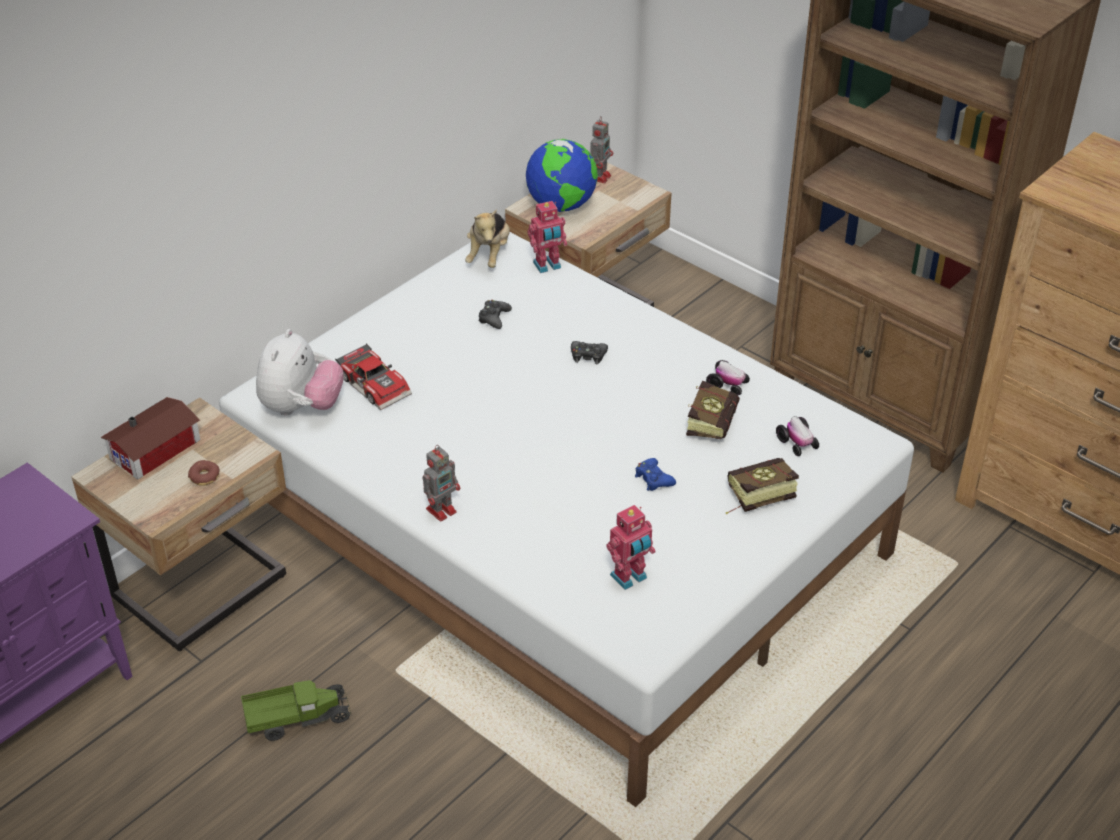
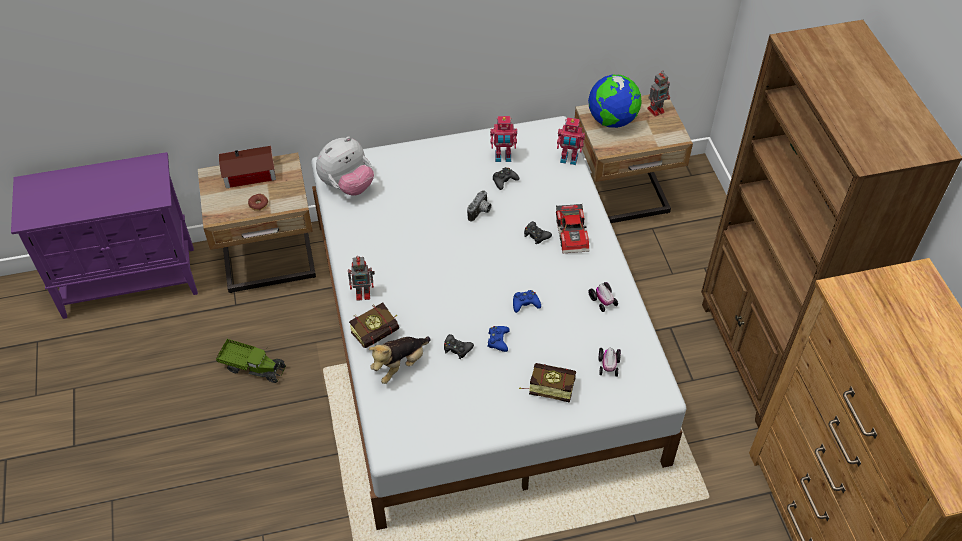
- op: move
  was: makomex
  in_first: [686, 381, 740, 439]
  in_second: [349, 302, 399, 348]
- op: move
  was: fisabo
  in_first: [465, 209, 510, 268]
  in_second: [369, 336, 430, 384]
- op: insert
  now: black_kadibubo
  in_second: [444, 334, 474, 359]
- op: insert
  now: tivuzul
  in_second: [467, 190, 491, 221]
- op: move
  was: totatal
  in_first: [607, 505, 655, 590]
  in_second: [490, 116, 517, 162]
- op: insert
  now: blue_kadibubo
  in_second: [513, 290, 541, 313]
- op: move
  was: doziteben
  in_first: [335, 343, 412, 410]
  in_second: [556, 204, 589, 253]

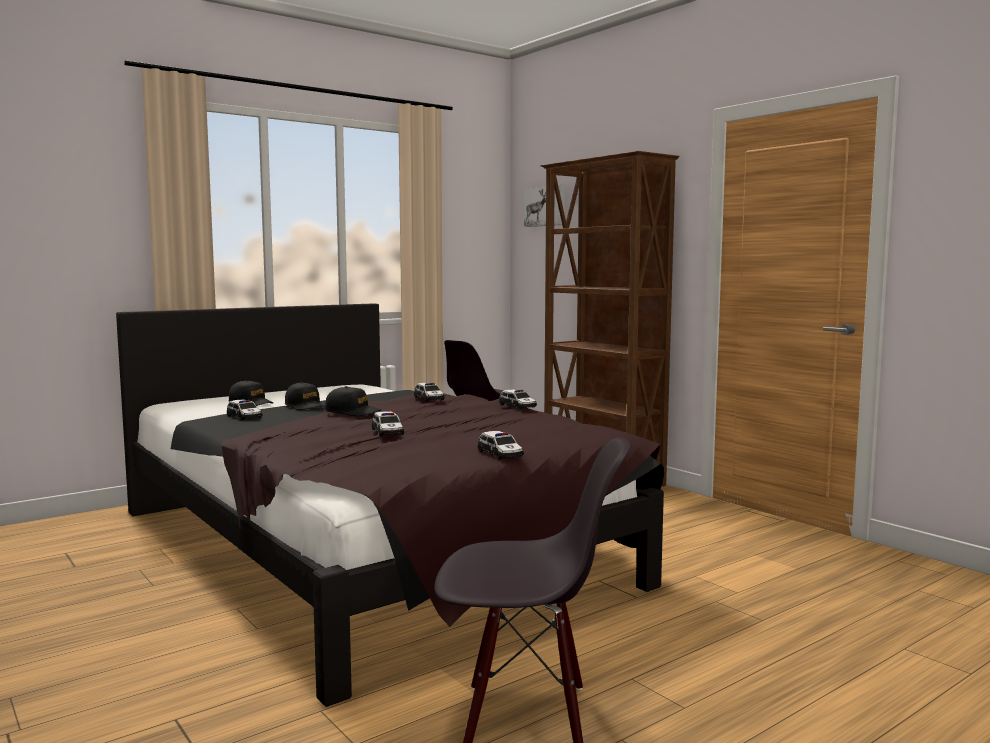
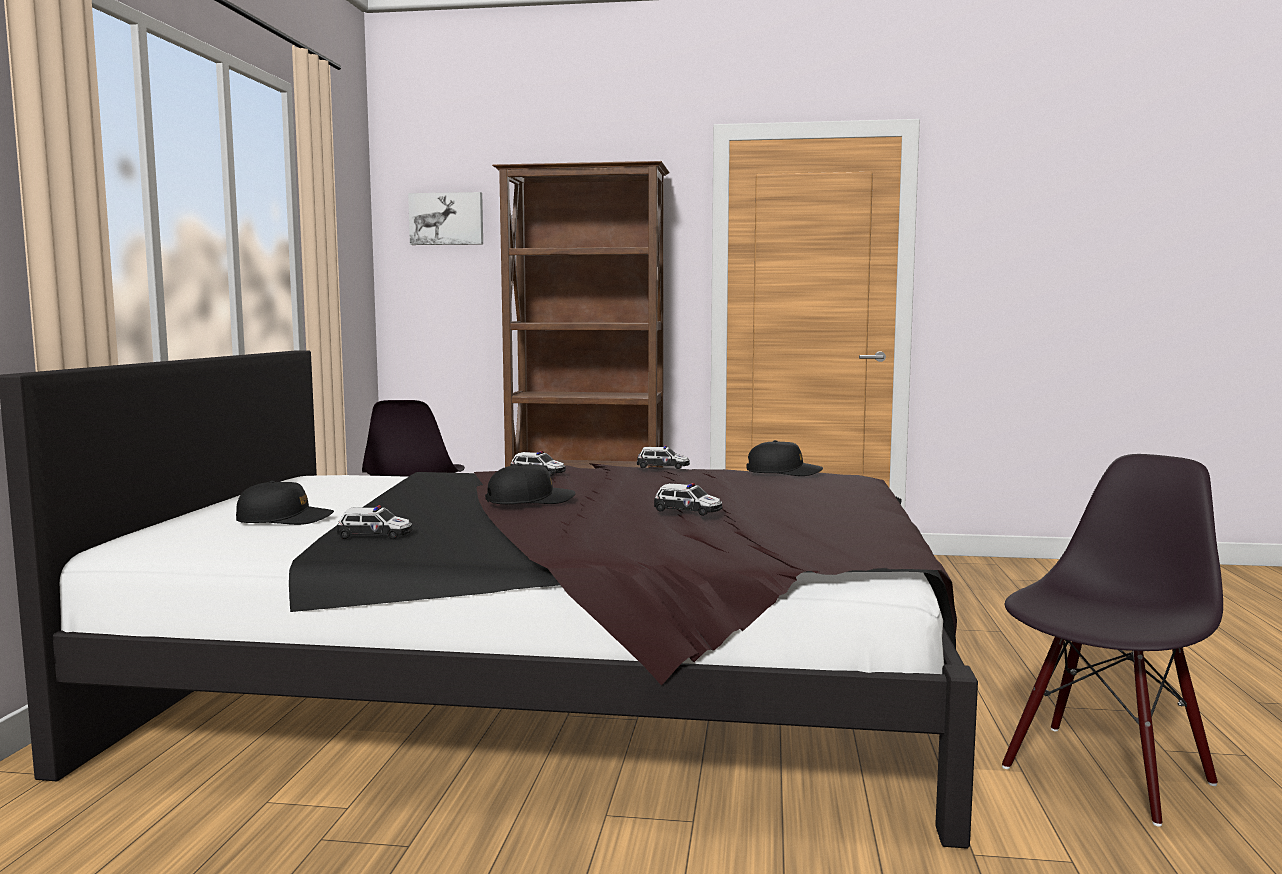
- op: move
  was: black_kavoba
  in_first: [285, 382, 325, 410]
  in_second: [747, 440, 823, 476]
- op: delete
  was: doziteben
  in_first: [478, 431, 524, 460]

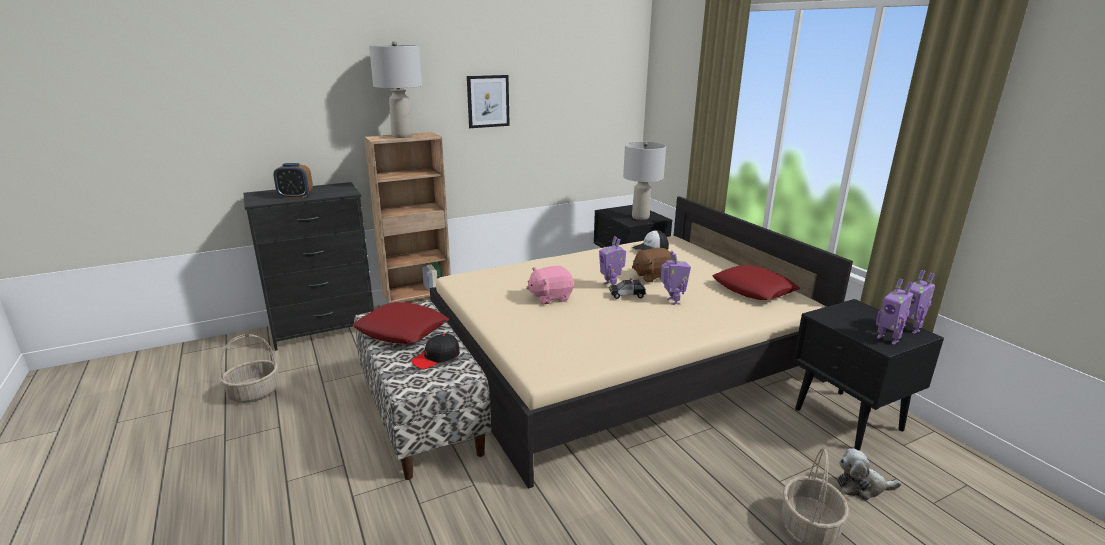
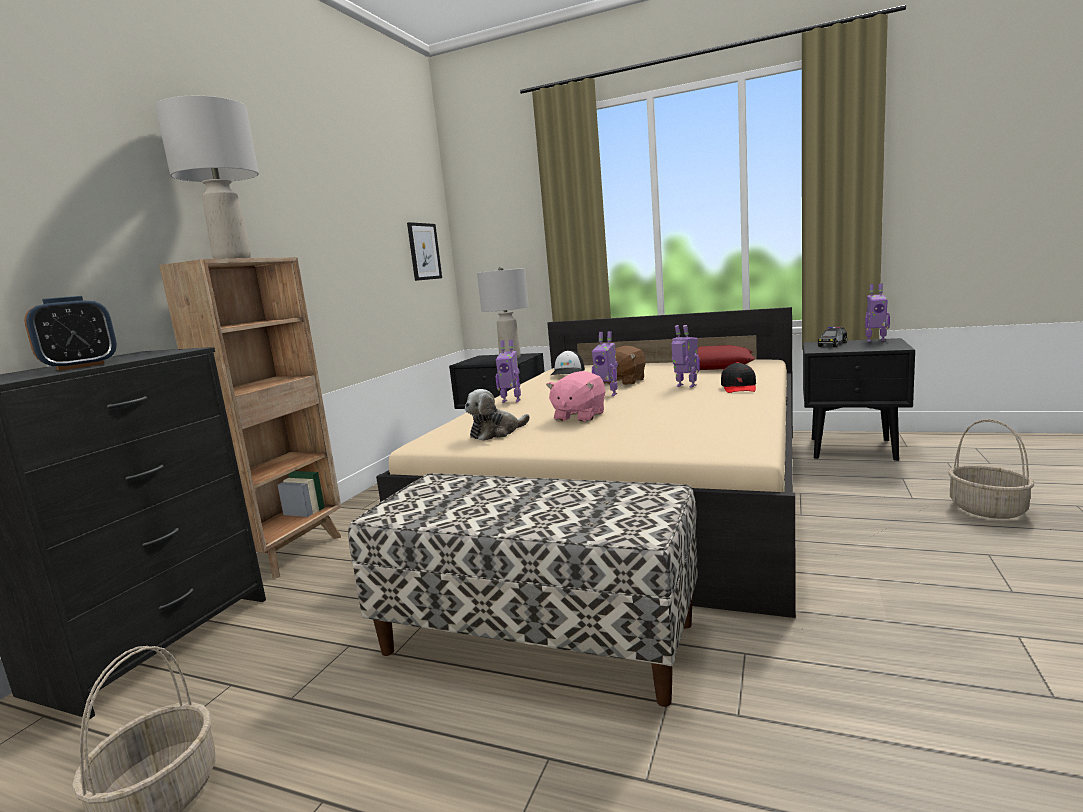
- op: move
  was: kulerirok
  in_first: [467, 75, 510, 128]
  in_second: [407, 222, 442, 281]
- op: move
  was: fisabo
  in_first: [837, 448, 902, 500]
  in_second: [465, 389, 530, 441]
- op: move
  was: totatal
  in_first: [876, 278, 913, 344]
  in_second: [496, 340, 521, 403]
- op: move
  was: black_kavoba
  in_first: [411, 334, 460, 369]
  in_second: [721, 362, 756, 393]
- op: move
  was: doziteben
  in_first: [609, 278, 646, 299]
  in_second: [818, 327, 847, 347]
- op: delete
  was: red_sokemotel
  in_first: [352, 302, 449, 344]

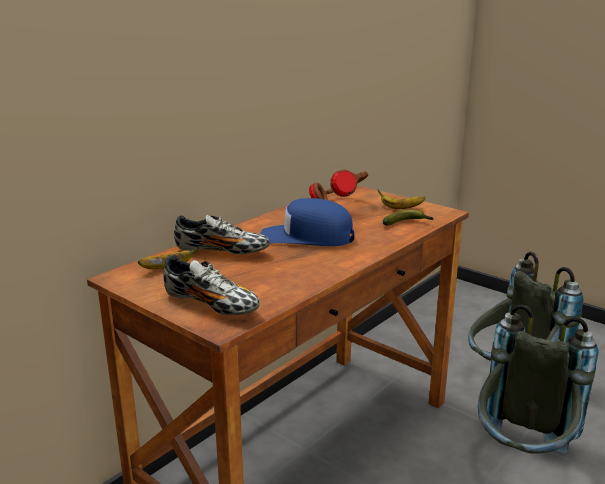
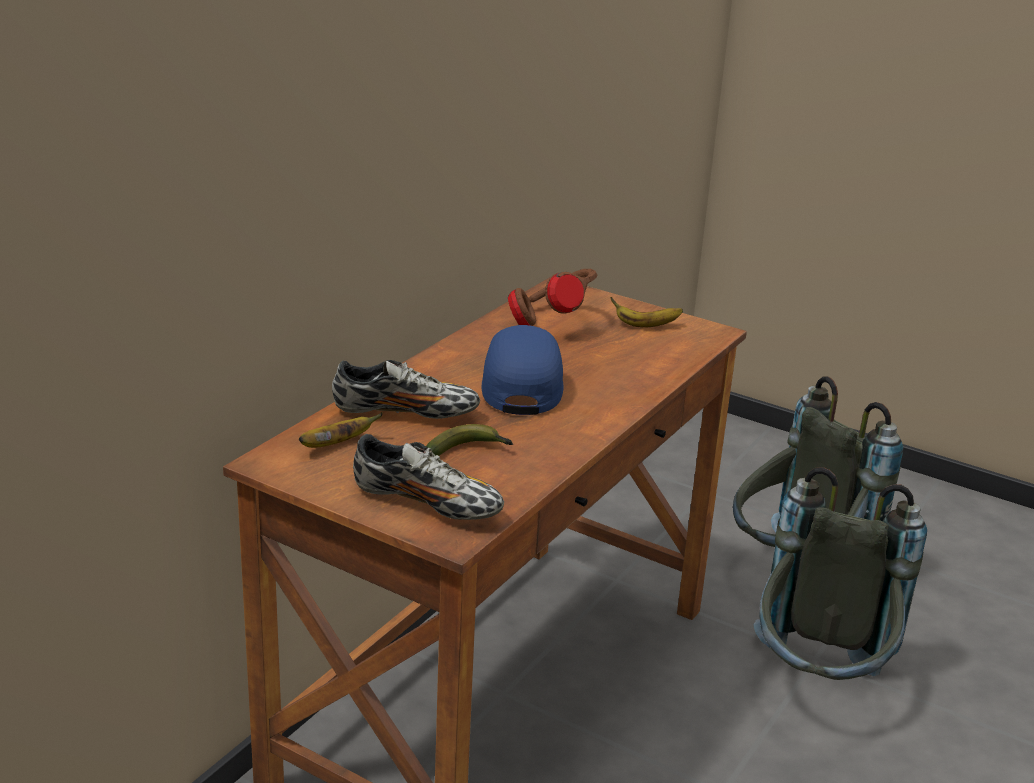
- op: move
  was: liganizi
  in_first: [383, 209, 434, 225]
  in_second: [426, 424, 514, 456]
- op: rotate
  was: blue_kavoba
  in_first: [260, 198, 354, 246]
  in_second: [482, 325, 564, 415]
  clockwise: 90

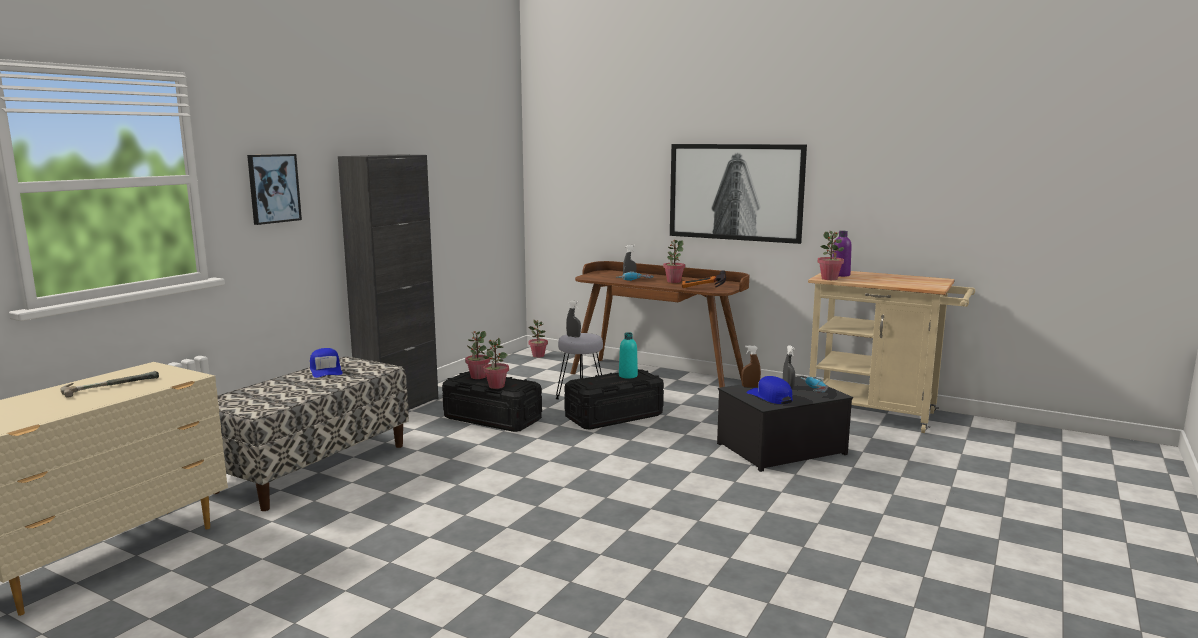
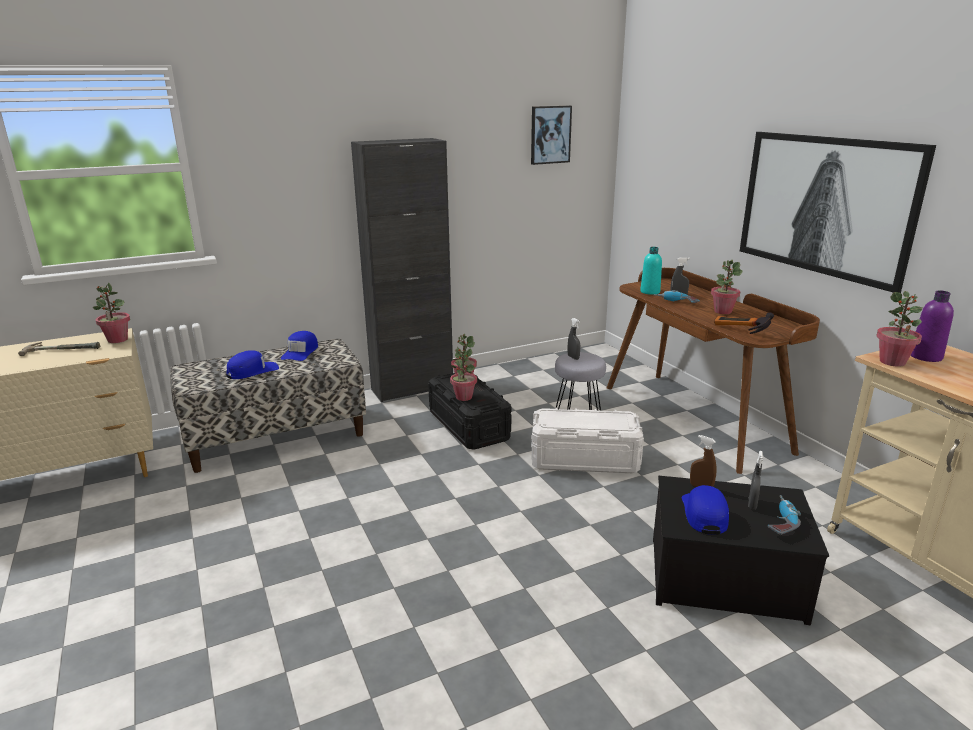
- op: move
  was: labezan
  in_first: [528, 320, 548, 358]
  in_second: [93, 283, 130, 343]
- op: insert
  now: blue_kavoba
  in_second: [226, 350, 279, 379]
- op: move
  was: kulerirok
  in_first: [247, 154, 302, 225]
  in_second: [531, 106, 572, 165]
- op: recolor
  was: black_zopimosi
  now: white_zopimosi
  in_first: [564, 369, 664, 430]
  in_second: [531, 408, 644, 473]
- op: move
  was: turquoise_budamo
  in_first: [619, 332, 638, 379]
  in_second: [640, 247, 662, 295]

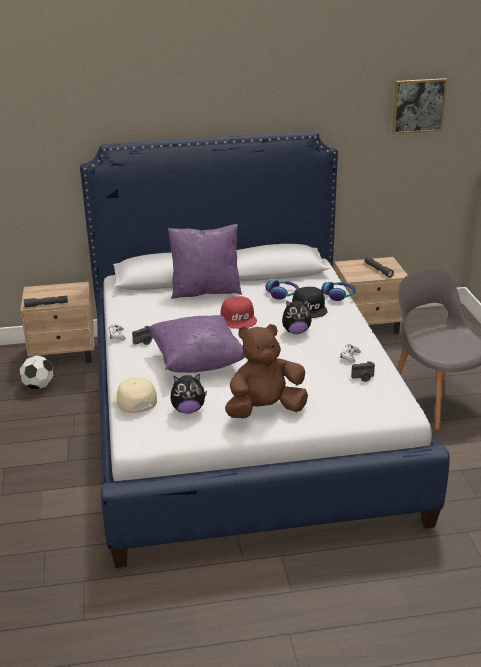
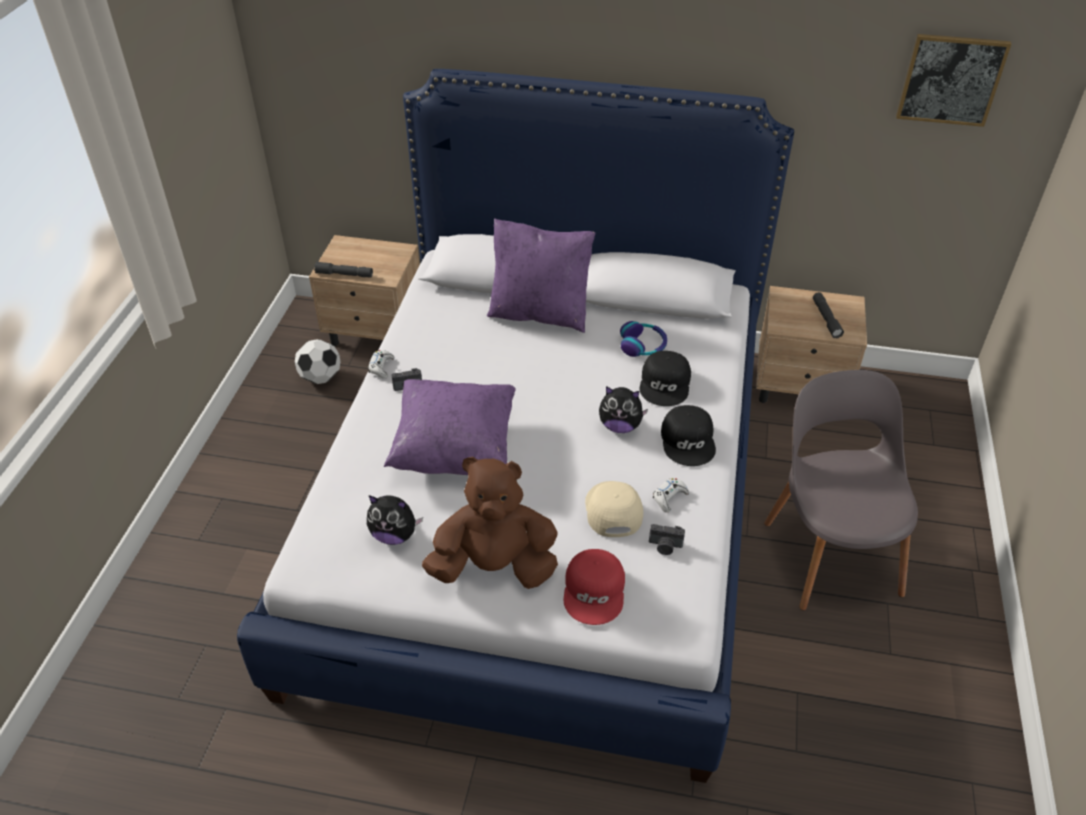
- op: move
  was: red_kavoba
  in_first: [221, 296, 257, 329]
  in_second: [563, 549, 625, 625]
- op: move
  was: beige_kavoba
  in_first: [113, 377, 157, 413]
  in_second: [585, 481, 643, 537]
- op: insert
  now: black_kavoba
  in_second: [661, 405, 716, 466]
- op: delete
  was: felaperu
  in_first: [321, 282, 356, 301]

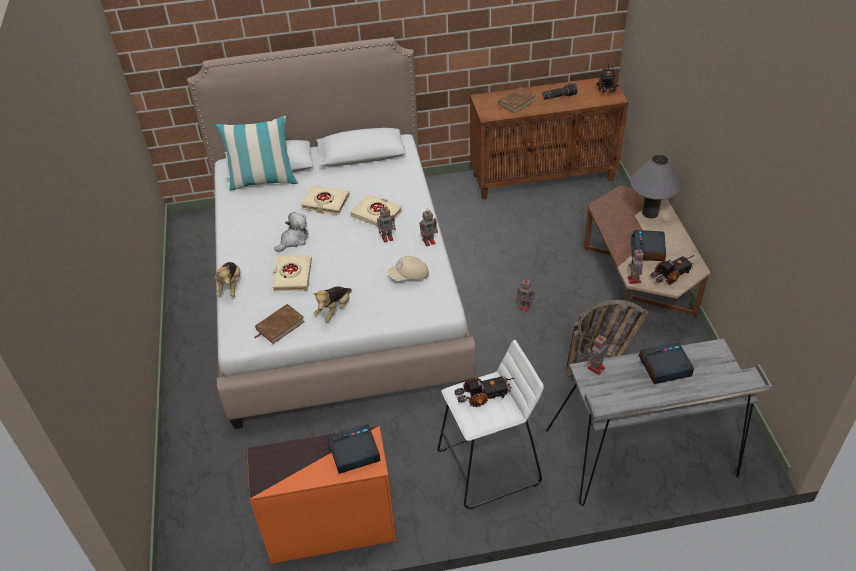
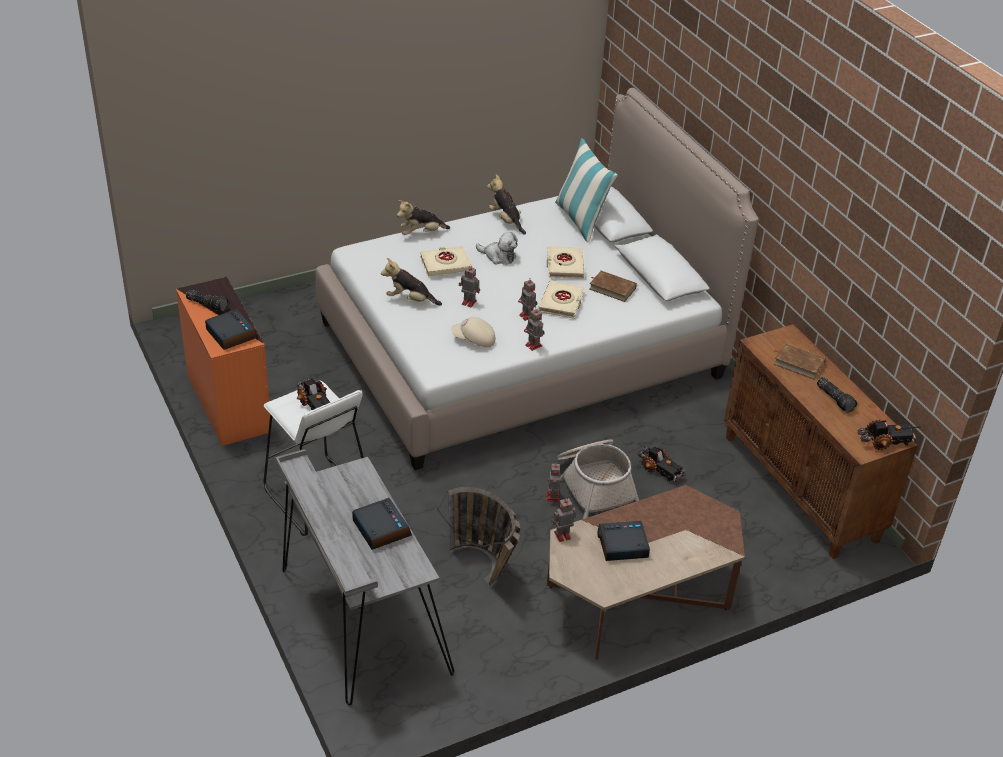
- op: insert
  now: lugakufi
  in_second: [186, 290, 229, 312]
- op: rotate
  was: beige_kavoba
  in_first: [388, 256, 429, 281]
  in_second: [451, 317, 495, 347]
  clockwise: -45
- op: move
  was: totatal
  in_first: [587, 335, 607, 375]
  in_second: [459, 265, 480, 307]
- op: insert
  now: fisabo
  in_second: [487, 174, 526, 235]
- op: insert
  now: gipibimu
  in_second: [557, 439, 639, 519]
- op: move
  was: brown_makomex
  in_first: [255, 304, 305, 344]
  in_second: [589, 271, 637, 302]
- op: move
  was: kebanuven
  in_first: [650, 255, 694, 285]
  in_second: [637, 446, 686, 482]
- op: delete
  was: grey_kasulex
  in_first: [630, 154, 682, 219]

